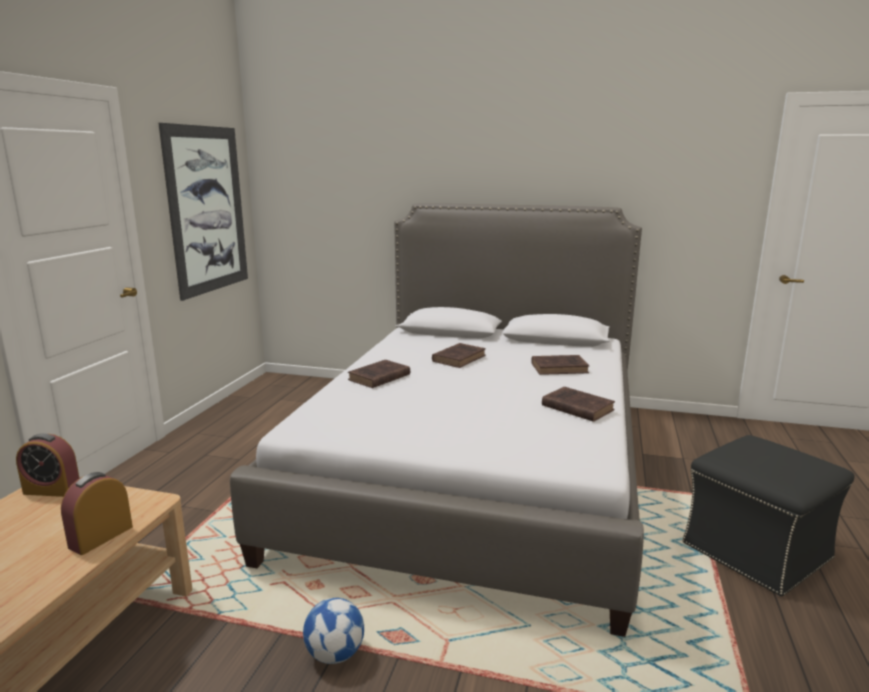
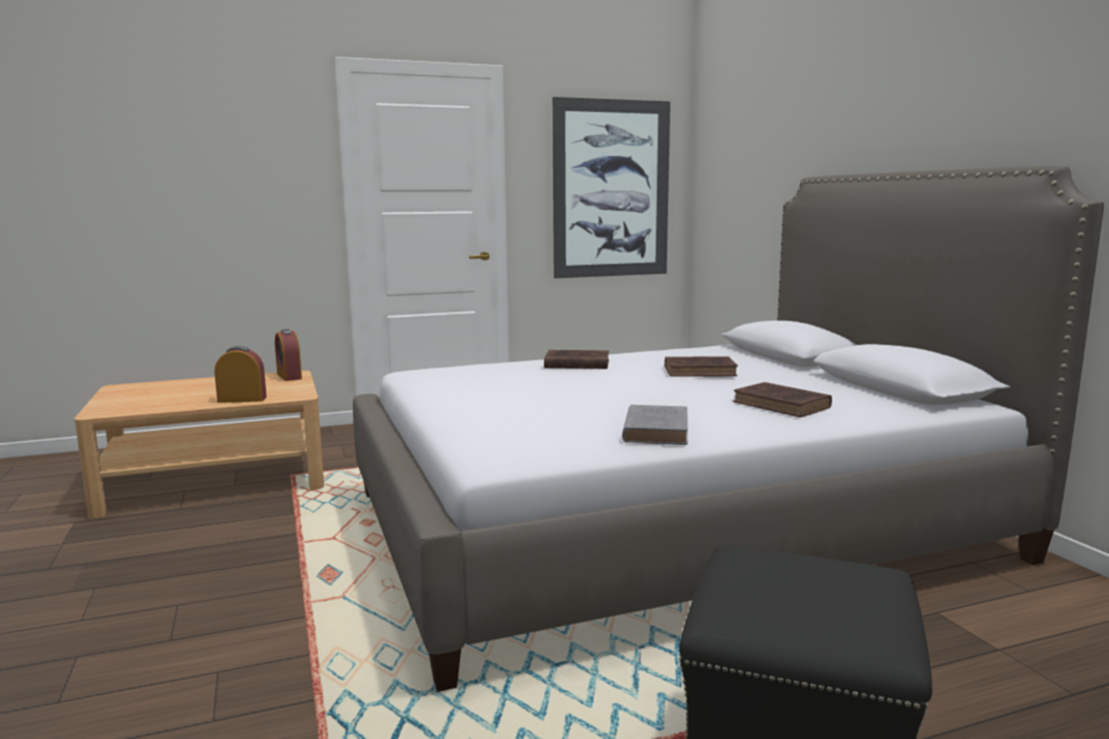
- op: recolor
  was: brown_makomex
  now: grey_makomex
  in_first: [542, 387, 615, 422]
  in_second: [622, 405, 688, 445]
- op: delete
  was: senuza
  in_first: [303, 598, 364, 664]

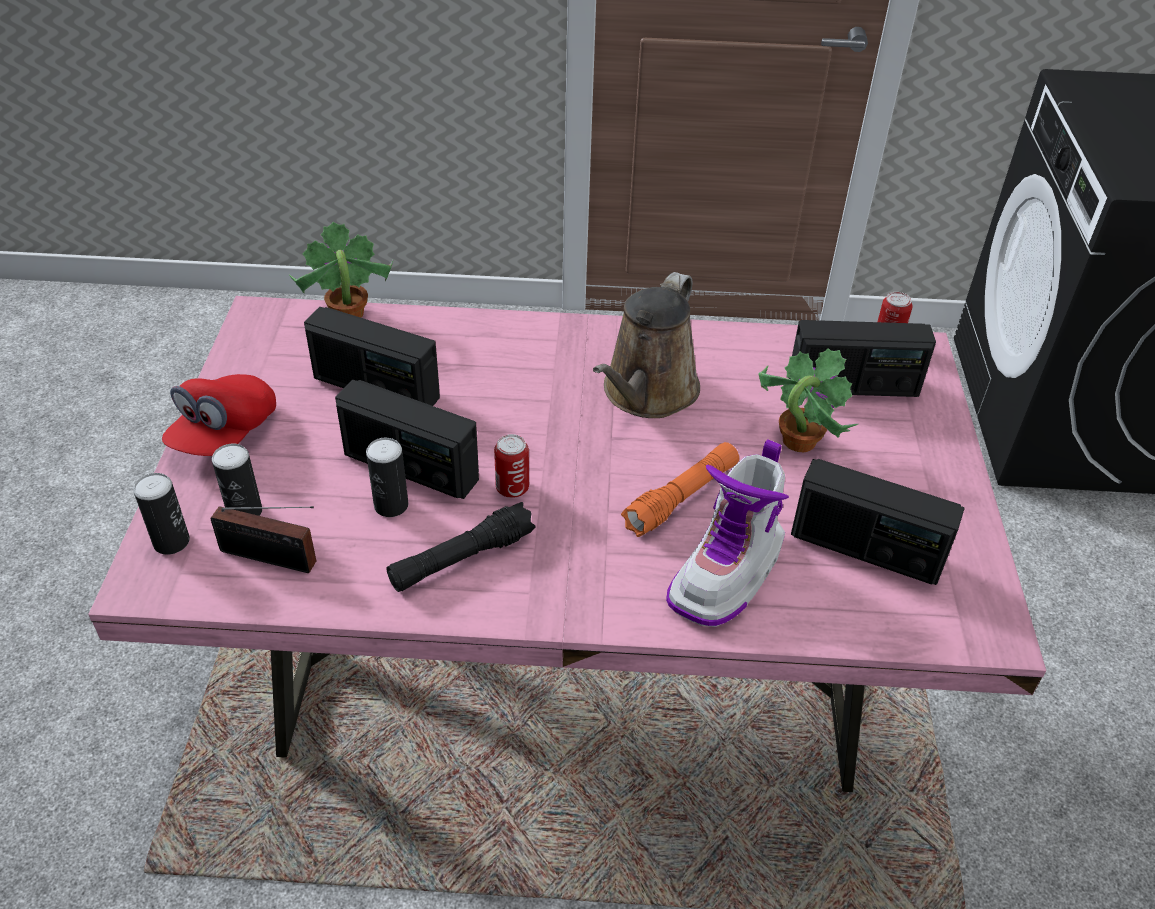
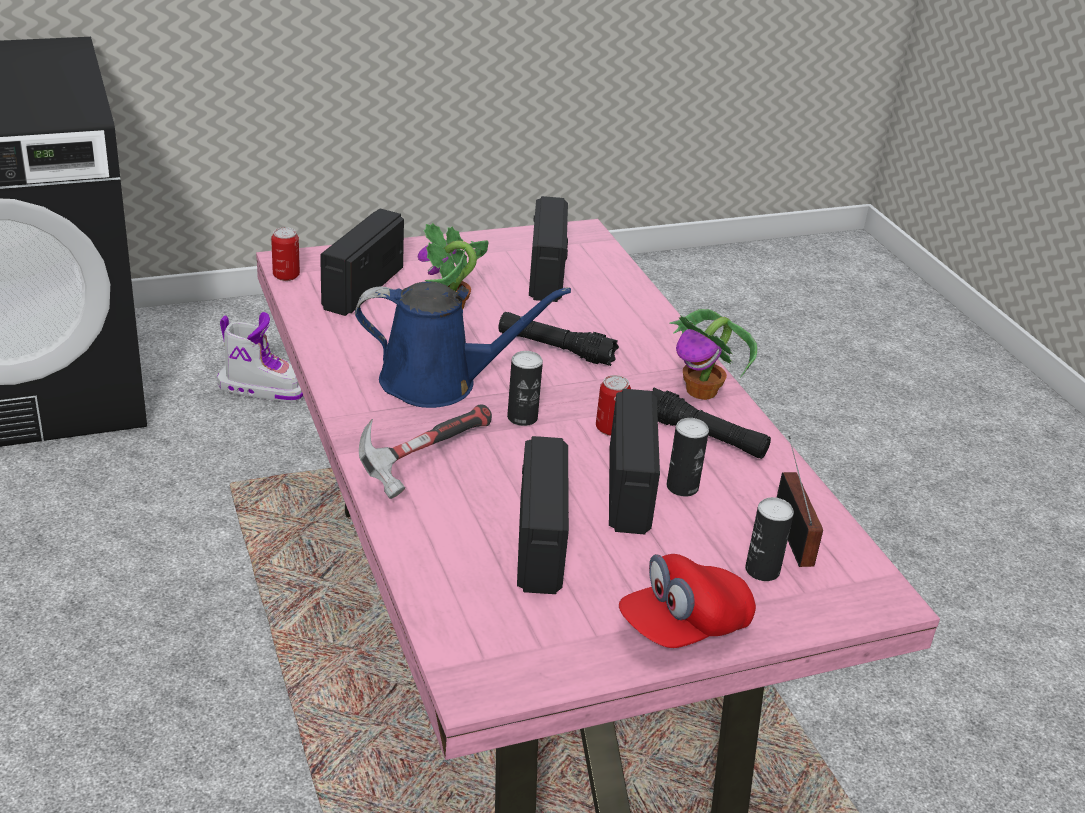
- op: move
  was: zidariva
  in_first: [666, 439, 789, 627]
  in_second: [217, 312, 303, 402]
- op: rotate
  was: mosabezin
  in_first: [789, 320, 936, 397]
  in_second: [320, 208, 404, 316]
  clockwise: -135
- op: recolor
  was: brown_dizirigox
  now: blue_dizirigox
  in_first: [593, 272, 700, 418]
  in_second: [355, 281, 571, 408]
- op: insert
  now: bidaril
  in_second: [359, 404, 492, 499]
- op: recolor
  was: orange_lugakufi
  now: black_lugakufi
  in_first: [621, 442, 739, 537]
  in_second: [498, 312, 619, 366]
- op: move
  was: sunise
  in_first: [133, 473, 190, 555]
  in_second: [507, 351, 543, 426]
- op: rotate
  was: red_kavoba
  in_first: [162, 374, 276, 456]
  in_second: [619, 554, 756, 648]
  clockwise: 150
- op: move
  was: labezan
  in_first: [289, 222, 393, 318]
  in_second: [670, 309, 757, 400]

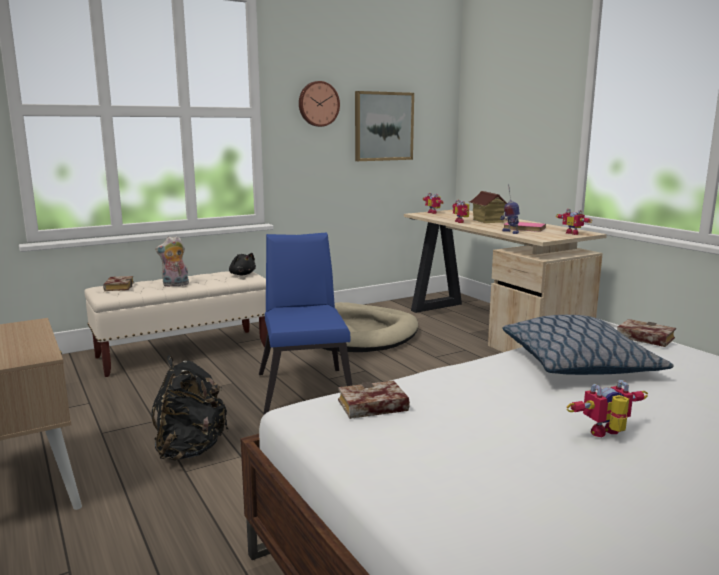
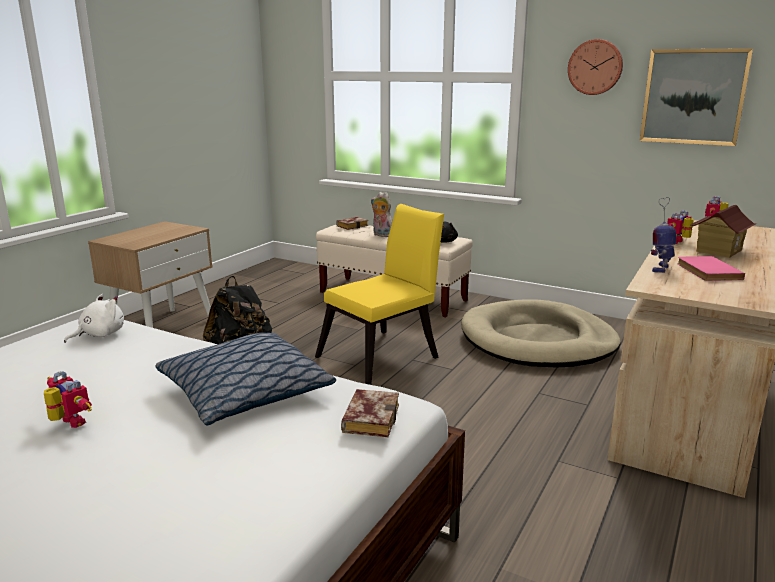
- op: replace
  was: makomex
  now: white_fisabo
  in_first: [338, 381, 410, 419]
  in_second: [64, 294, 124, 343]
- op: recolor
  was: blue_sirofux
  now: yellow_sirofux
  in_first: [259, 232, 353, 414]
  in_second: [315, 204, 444, 385]
- op: delete
  was: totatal
  in_first: [556, 209, 593, 235]

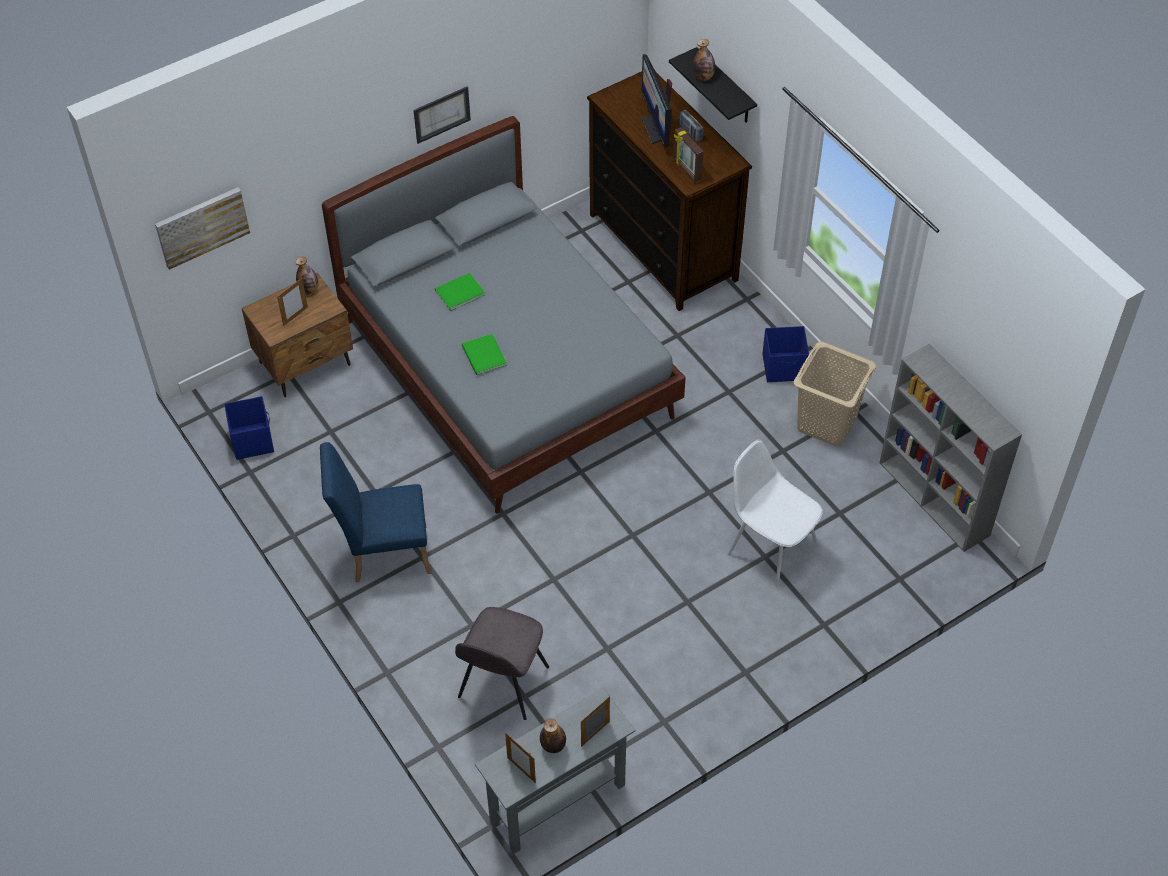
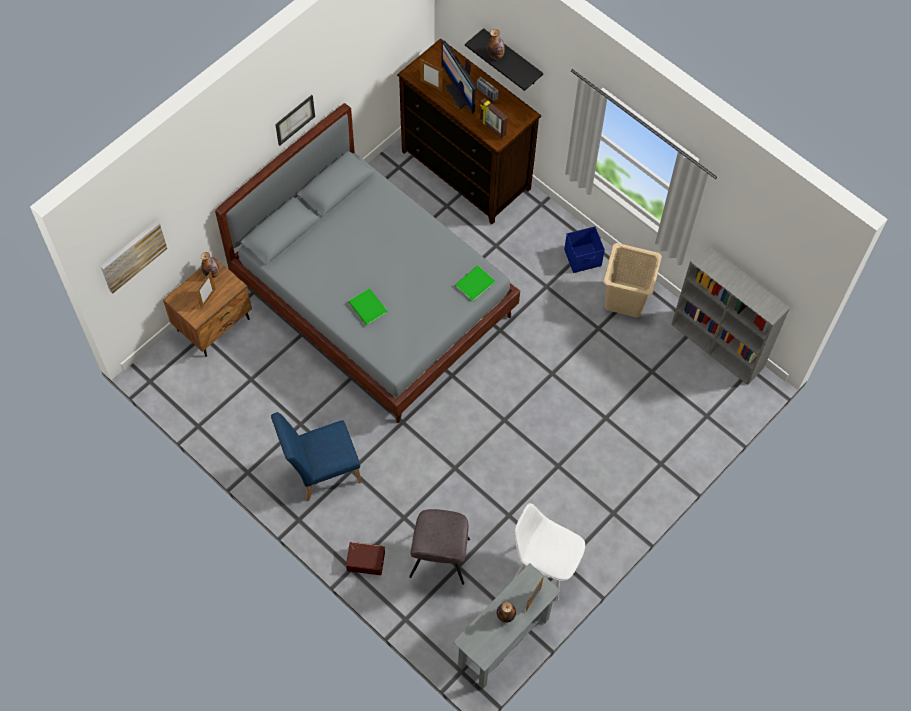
- op: insert
  now: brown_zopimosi
  in_second: [346, 542, 385, 575]
- op: move
  was: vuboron
  in_first: [505, 733, 536, 783]
  in_second: [420, 59, 443, 91]
- op: move
  was: green_makomex
  in_first: [435, 273, 485, 311]
  in_second: [455, 265, 495, 302]
- op: move
  was: white_sirofux
  in_first: [727, 440, 823, 587]
  in_second: [513, 503, 585, 601]
- op: delete
  was: blue_zopimosi
  in_first: [224, 396, 274, 460]

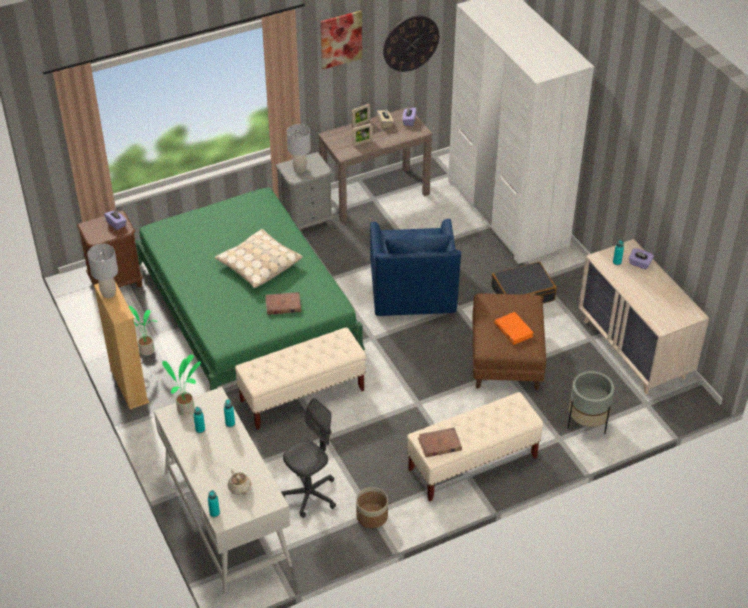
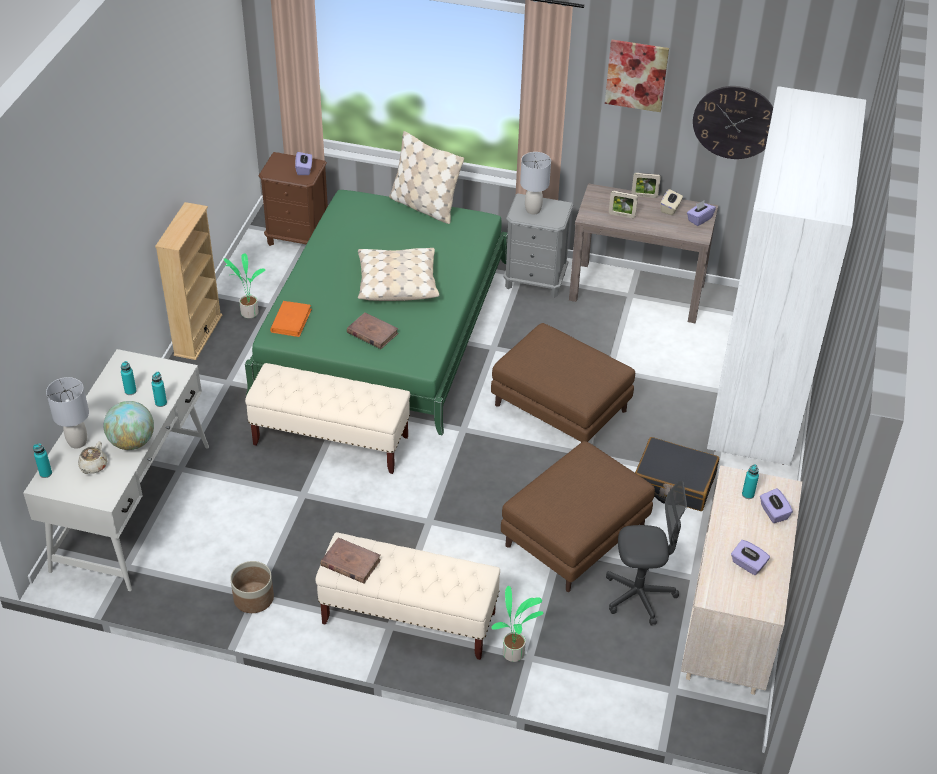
- op: move
  was: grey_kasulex
  in_first: [87, 244, 118, 298]
  in_second: [46, 377, 89, 449]
- op: insert
  now: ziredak
  in_second: [103, 401, 154, 450]
- op: move
  was: orange_makomex
  in_first: [494, 312, 534, 345]
  in_second: [270, 301, 312, 337]
- op: insert
  now: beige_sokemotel
  in_second: [389, 131, 464, 224]
- op: replace
  was: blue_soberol
  now: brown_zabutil
  in_first: [370, 219, 461, 316]
  in_second: [491, 323, 635, 442]
- op: move
  was: labezan
  in_first: [162, 354, 201, 415]
  in_second: [491, 586, 544, 662]
- op: move
  was: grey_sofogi
  in_first: [281, 398, 336, 518]
  in_second: [606, 481, 687, 626]
- op: insert
  now: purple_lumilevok
  in_second: [731, 540, 770, 575]
- op: delete
  was: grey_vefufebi
  in_first: [568, 371, 614, 434]

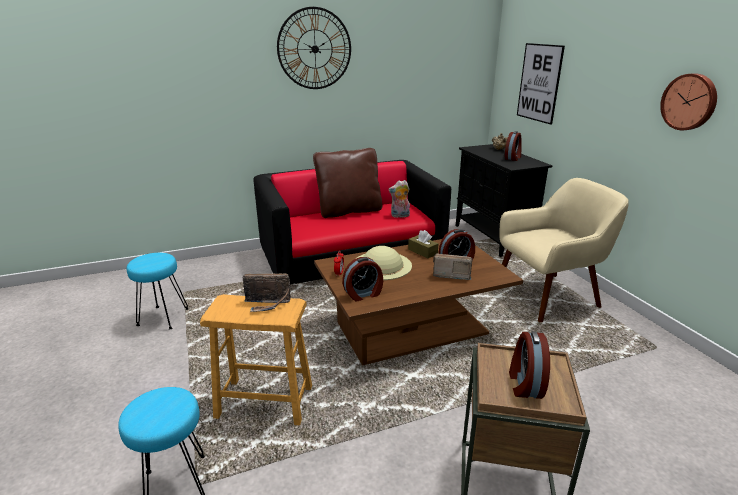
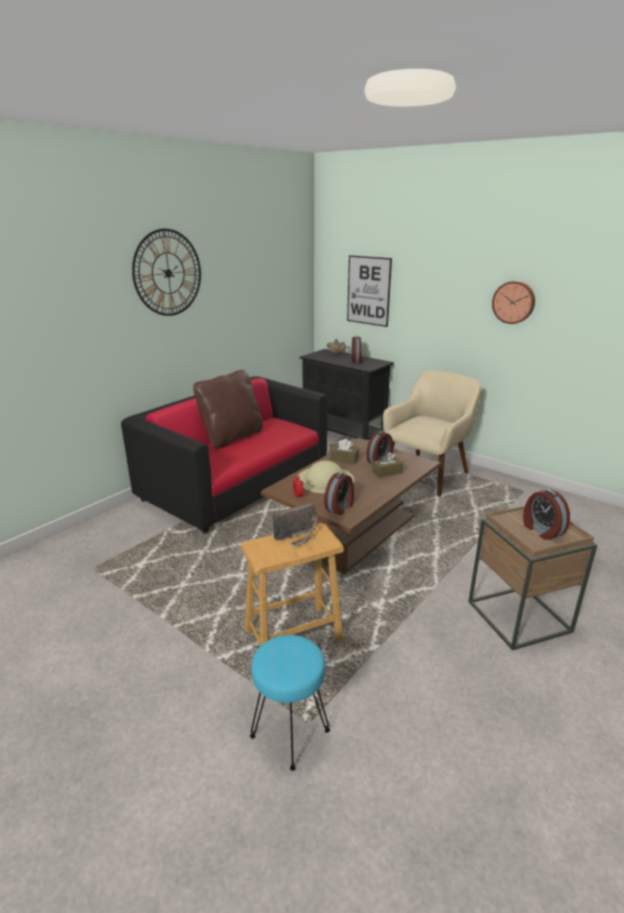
- op: replace
  was: mosabezin
  now: brown_lumilevok
  in_first: [433, 253, 473, 280]
  in_second: [372, 452, 403, 478]
- op: delete
  was: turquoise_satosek
  in_first: [127, 253, 188, 330]
- op: delete
  was: fisabo
  in_first: [388, 180, 410, 218]

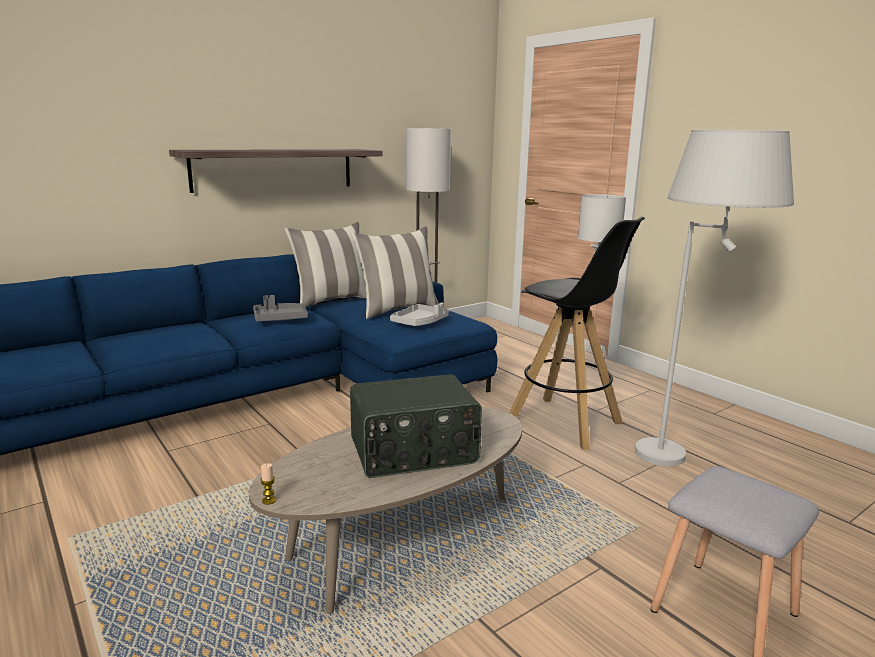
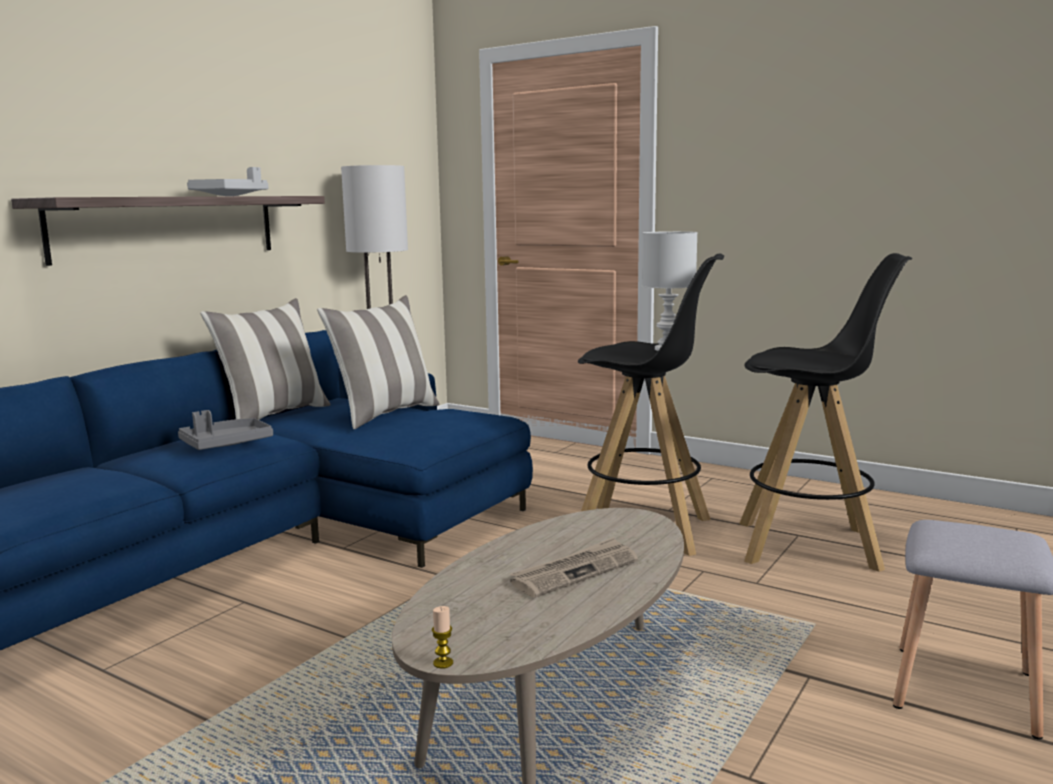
- op: move
  was: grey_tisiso
  in_first: [390, 302, 449, 326]
  in_second: [187, 167, 268, 196]
- op: replace
  was: mosabezin
  now: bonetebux
  in_first: [350, 374, 482, 478]
  in_second: [510, 537, 638, 598]
- op: replace
  was: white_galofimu
  now: black_satosek
  in_first: [635, 130, 794, 466]
  in_second: [739, 253, 912, 572]

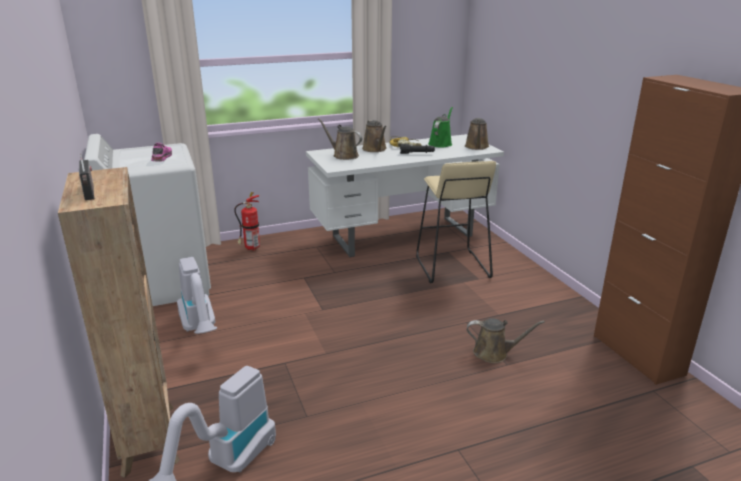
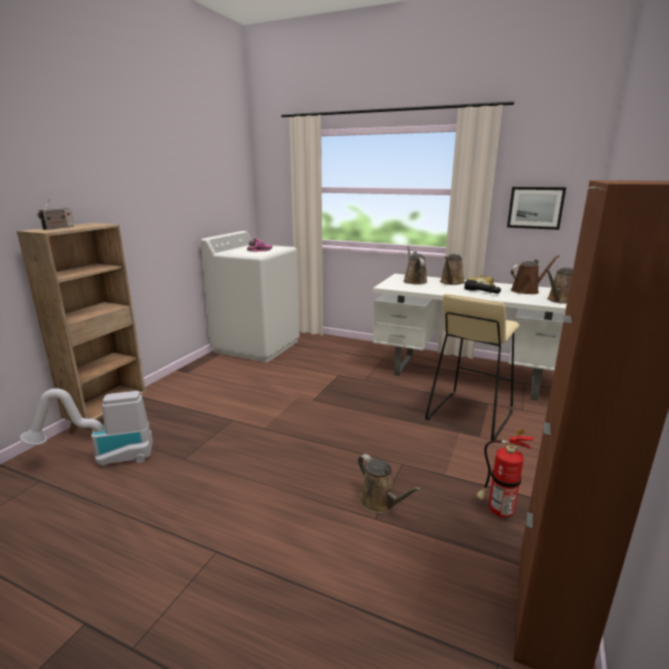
- op: move
  was: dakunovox
  in_first: [234, 192, 260, 251]
  in_second: [476, 429, 534, 518]
- op: insert
  now: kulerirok
  in_second: [507, 187, 566, 230]
- op: recolor
  was: green_dizirigox
  now: brown_dizirigox
  in_first: [428, 107, 453, 147]
  in_second: [511, 255, 560, 294]
- op: delete
  was: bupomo
  in_first: [177, 257, 217, 334]

